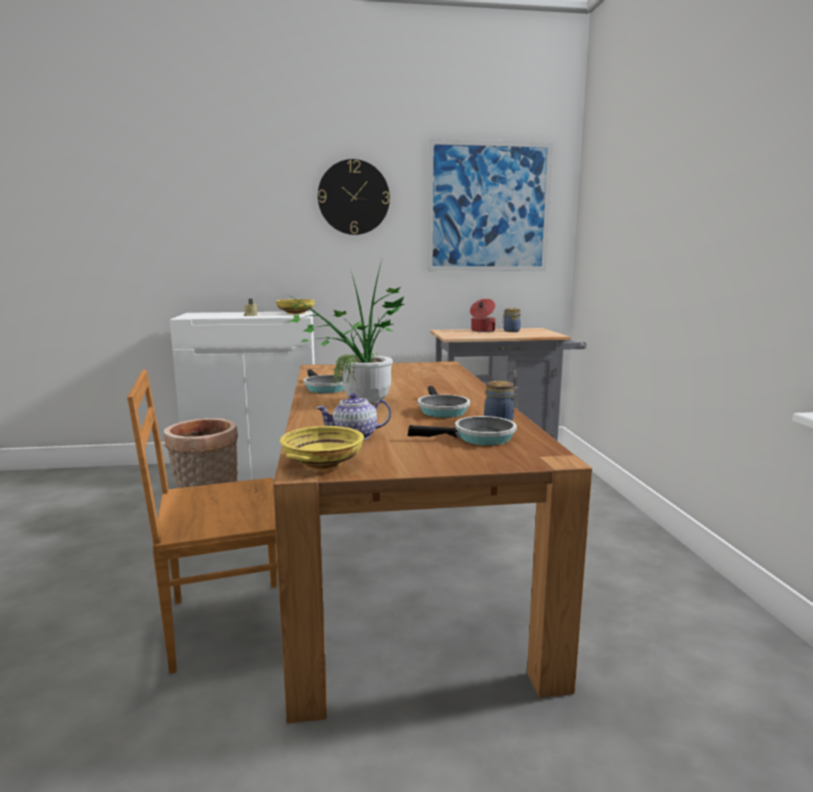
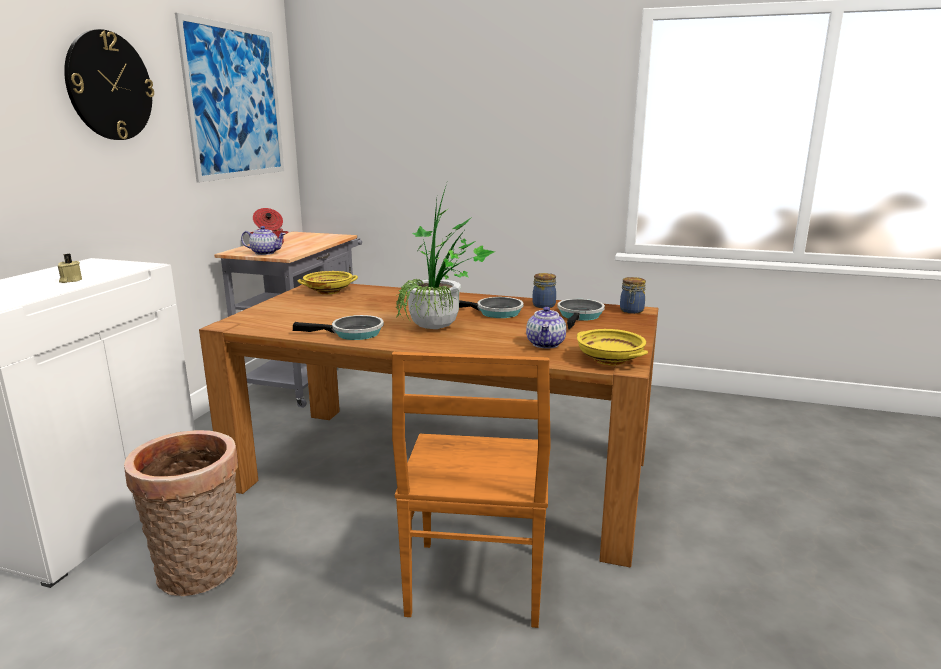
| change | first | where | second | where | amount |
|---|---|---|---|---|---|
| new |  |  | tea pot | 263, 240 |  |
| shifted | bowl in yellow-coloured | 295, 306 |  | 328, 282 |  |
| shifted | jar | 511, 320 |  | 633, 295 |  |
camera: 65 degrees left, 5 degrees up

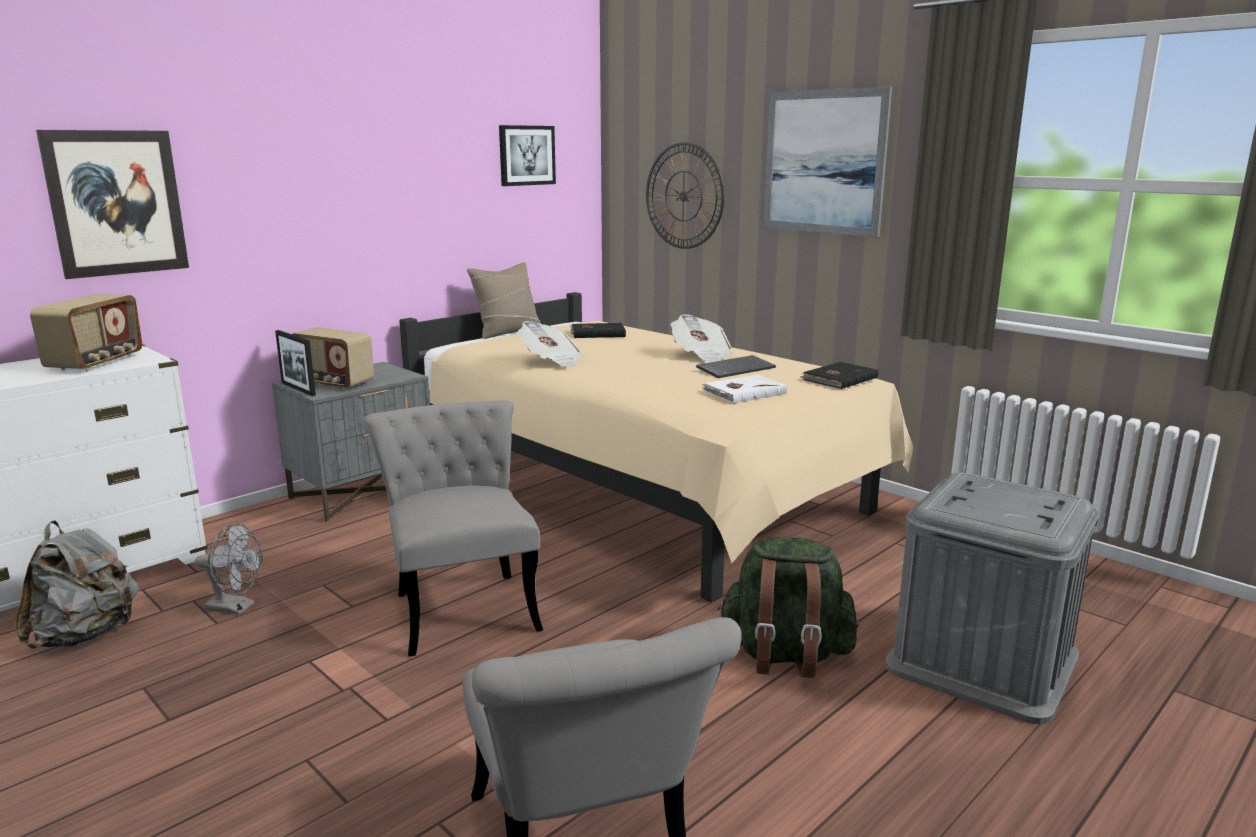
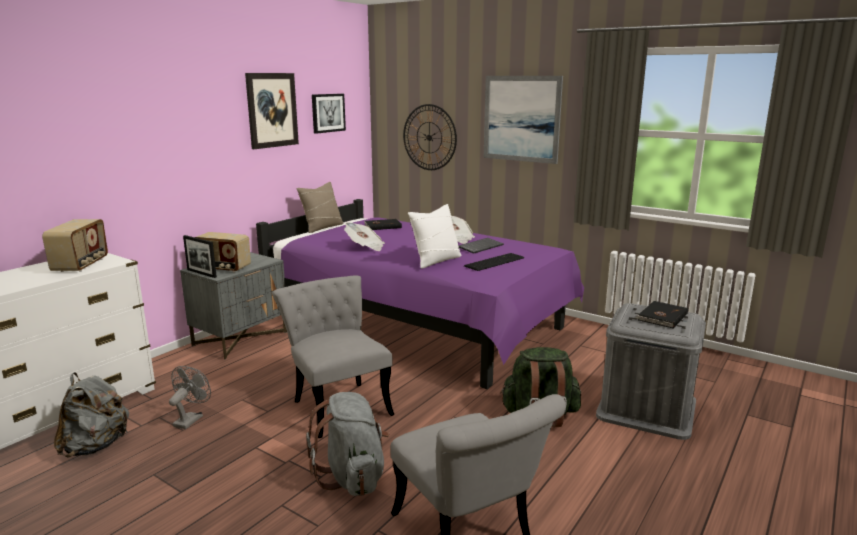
| change | first | where | second | where | amount |
|---|---|---|---|---|---|
| new |  |  | rucksack in greyish | 347, 444 |  |
| new |  |  | cushion in whitish | 434, 236 |  |
| shifted | wall picture | 112, 204 |  | 272, 111 |  |
| shifted | bound book in black-coloured | 839, 375 |  | 661, 315 |  |
| swapped | bound book in whitish | 744, 389 | PC keyboard | 494, 262 |  |
| repainted | bedroom bed in sand-coloured | 656, 447 | bedroom bed in purplish | 420, 294 |  |
| rotated | fan in greyish | 229, 569 |  | 190, 397 | 75 degrees counterclockwise |
camera: 10 degrees left, 0 degrees up

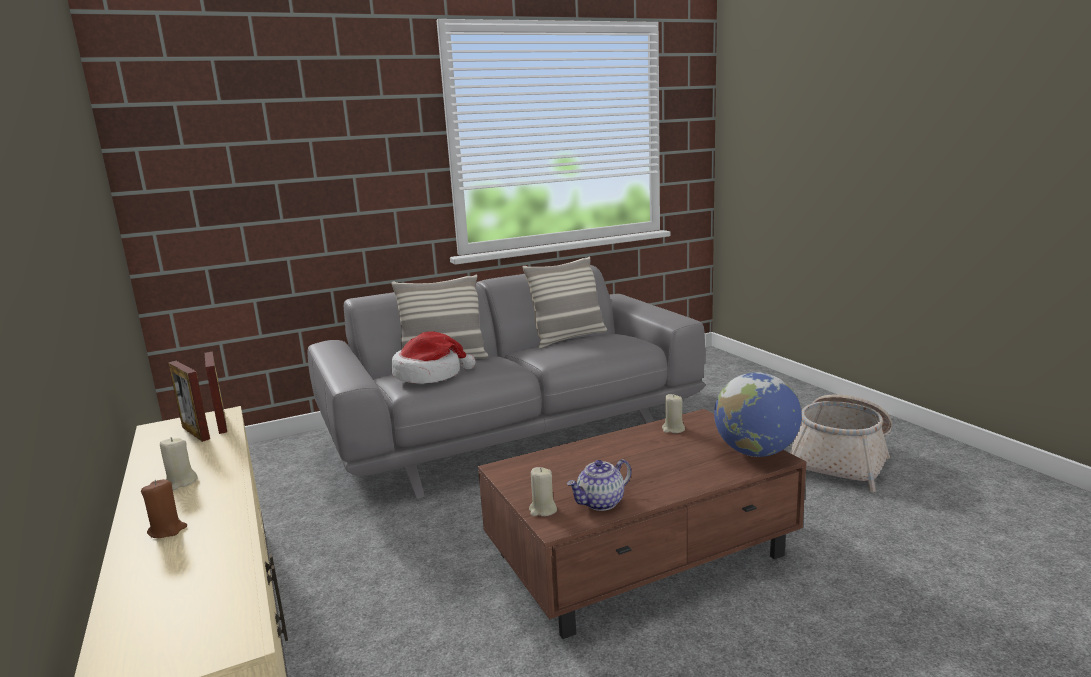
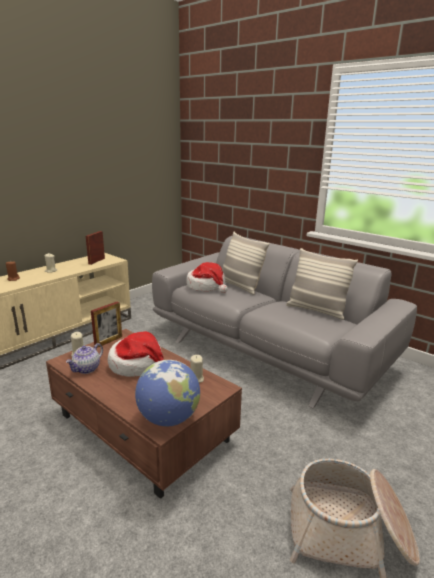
| change | first | where | second | where | amount |
|---|---|---|---|---|---|
| new |  |  | hat | 136, 354 |  |
| shifted | picture frame | 216, 393 |  | 106, 325 |  |
| rotated | tea pot | 599, 485 |  | 84, 358 | 90 degrees counterclockwise |
camera: 65 degrees right, 5 degrees up

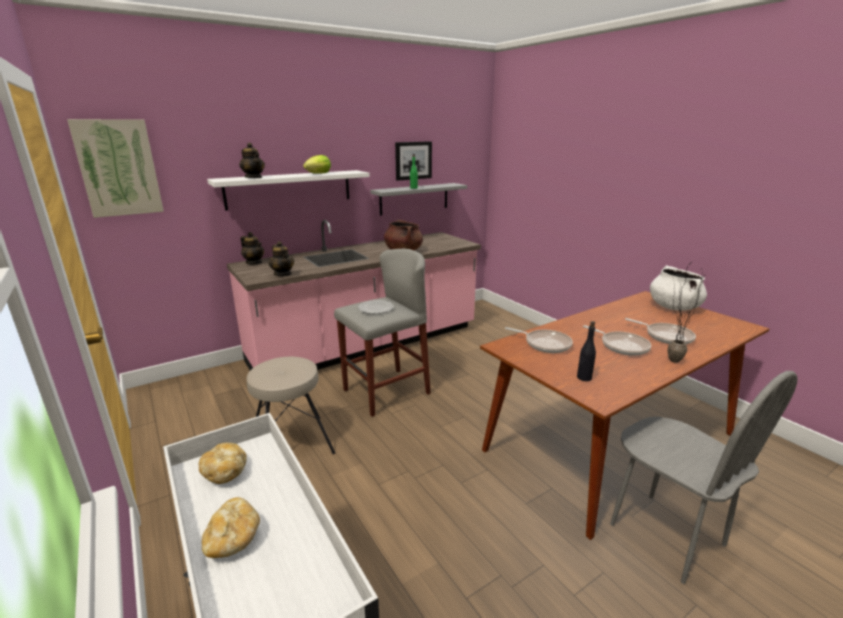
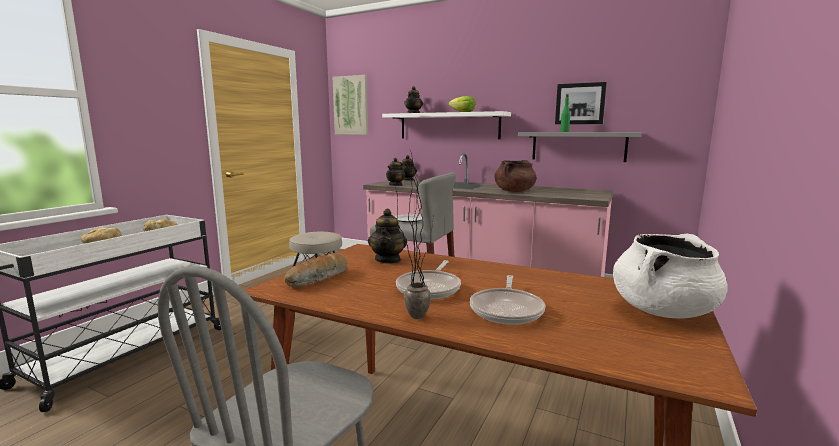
| change | first | where | second | where | amount |
|---|---|---|---|---|---|
| swapped | skillet | 539, 340 | tea pot | 387, 236 |  |
| swapped | bottle in black-coloured | 586, 351 | baked bread | 316, 270 |  |
camera: 60 degrees right, 10 degrees down

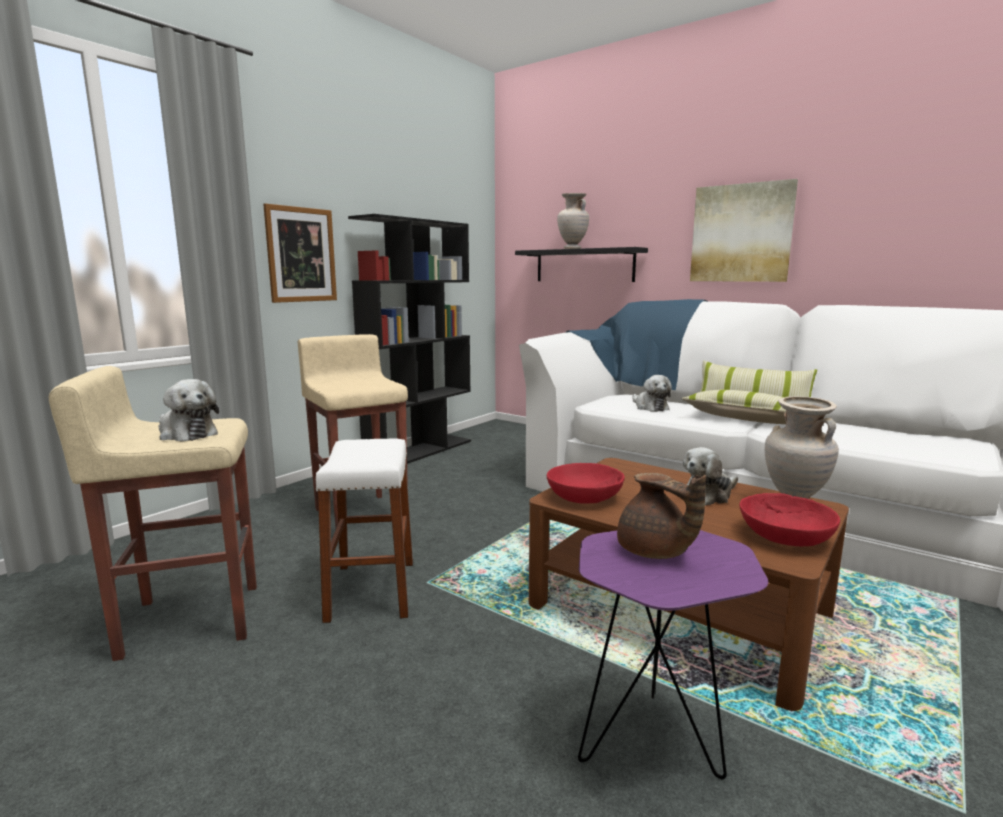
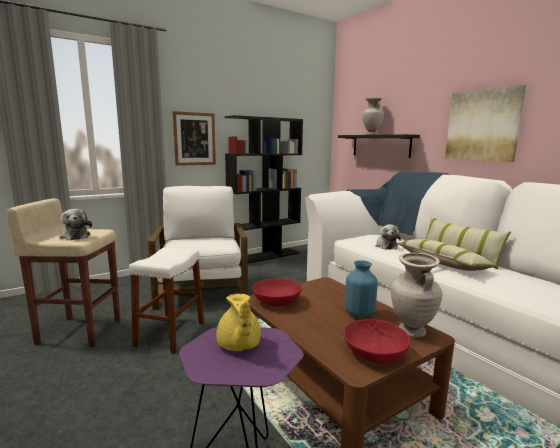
| change | first | where | second | where | amount |
|---|---|---|---|---|---|
| swapped | stool in sand-coloured | 353, 431 | armchair in whitish | 198, 248 |  |
| swapped | soft toy | 710, 476 | vase in bluish | 361, 289 |  |
| repainted | tea pot in brown-coloured | 662, 516 | tea pot in yellow-coloured | 238, 322 |  |
camera: 20 degrees right, 0 degrees up

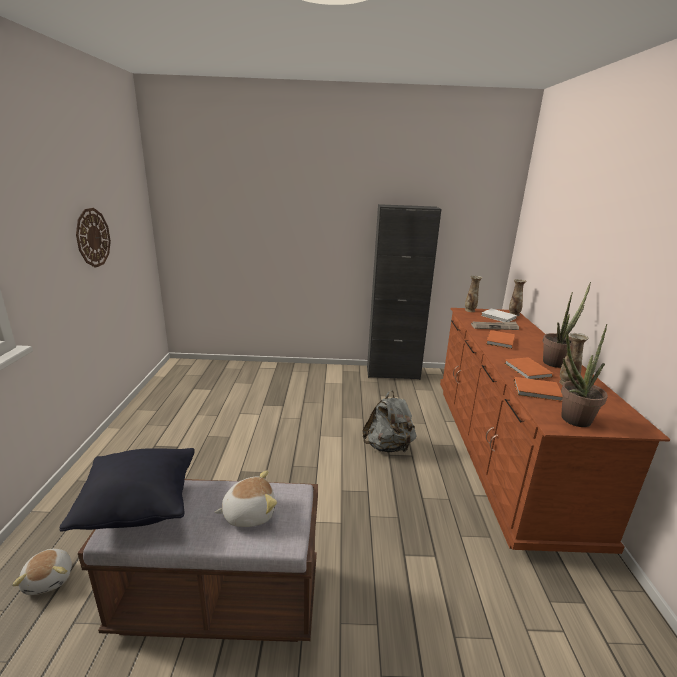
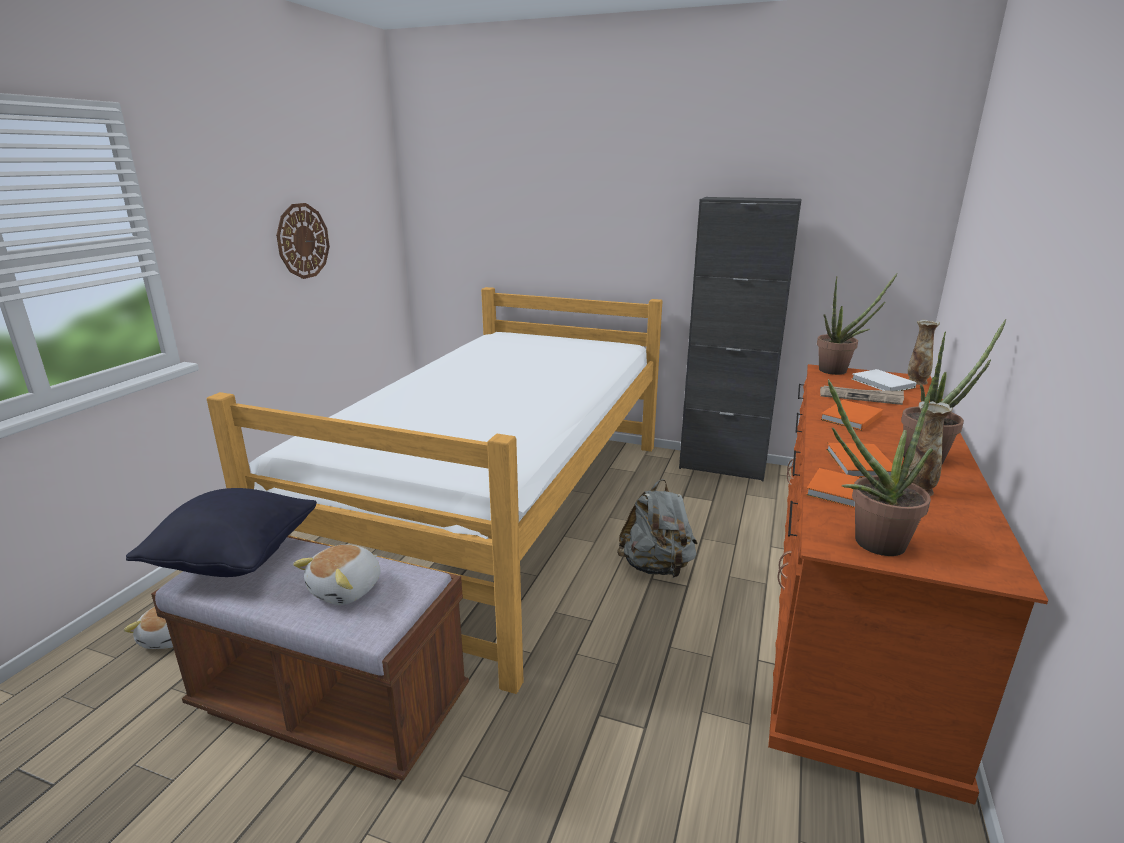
| change | first | where | second | where | amount |
|---|---|---|---|---|---|
| new |  |  | bedroom bed | 434, 490 |  |
| swapped | vase | 473, 293 | potted plant | 857, 324 |  |
| rotated | soft toy | 245, 498 |  | 337, 575 | 120 degrees clockwise |
camera: 20 degrees right, 0 degrees up

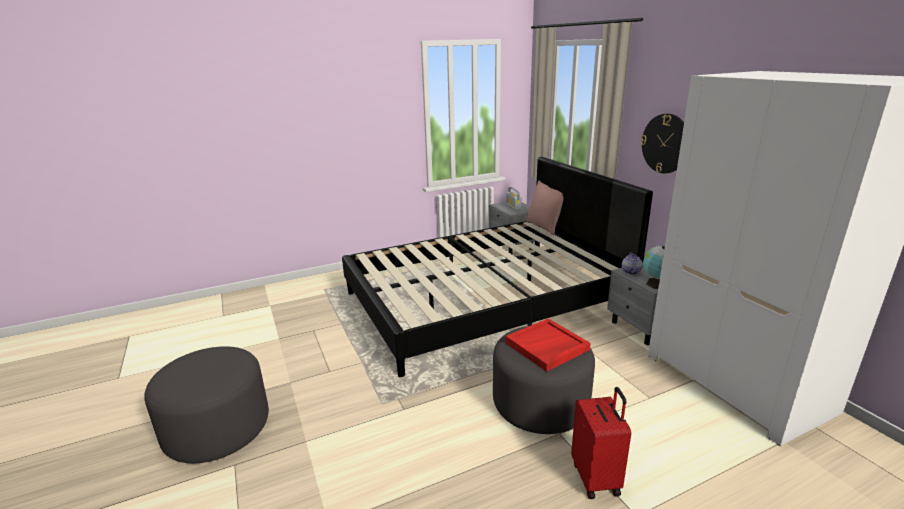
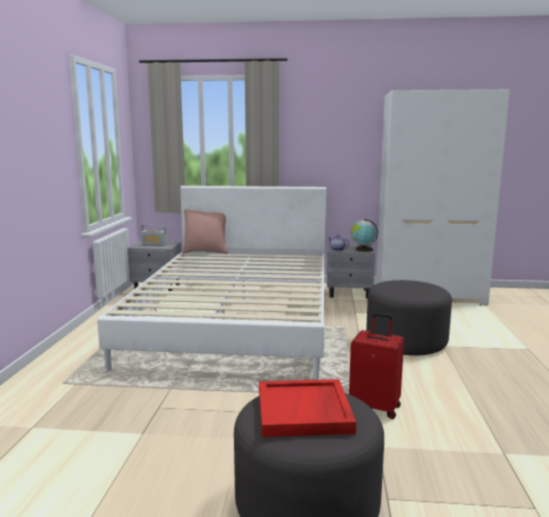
| change | first | where | second | where | amount |
|---|---|---|---|---|---|
| gone | hanging clock | 662, 144 |  |  |  |
| shifted | tray in red | 548, 345 |  | 307, 408 |  |
| shifted | piece of luggage in red | 601, 443 |  | 376, 366 |  |
| repainted | bedroom bed in black-coloured | 497, 267 | bedroom bed in whitish | 211, 283 |  |
camera: 60 degrees left, 10 degrees down

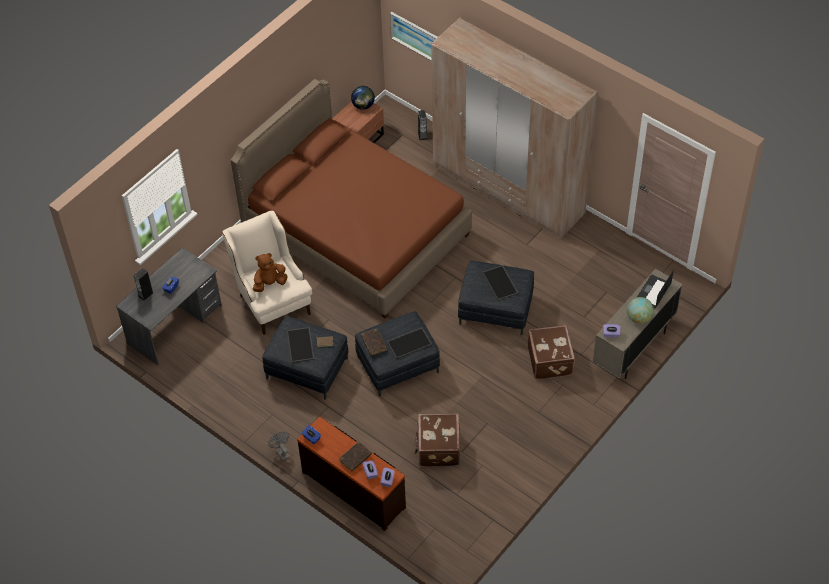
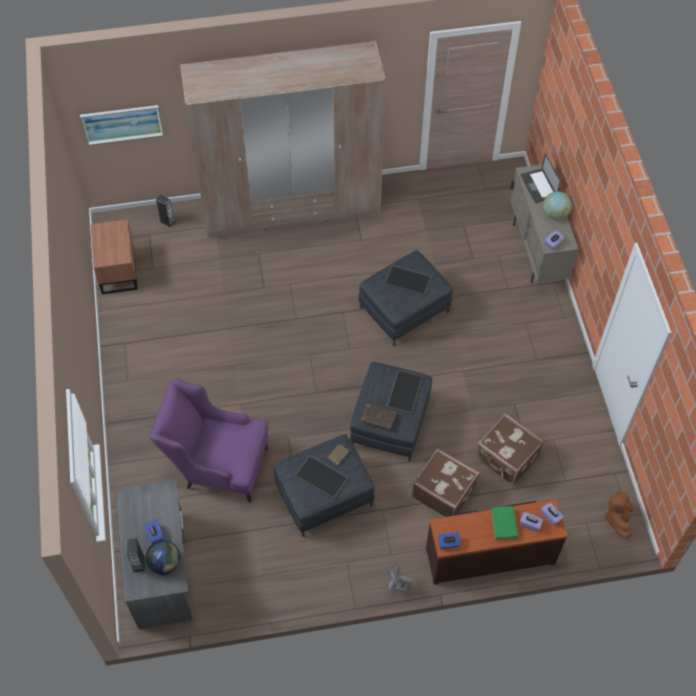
| change | first | where | second | where | amount |
|---|---|---|---|---|---|
| gone | bedroom bed in brown-coloured | 351, 199 |  |  |  |
| shifted | soft toy in brown-coloured | 270, 272 |  | 619, 515 |  |
| shifted | globe | 363, 98 |  | 163, 557 |  |
| shifted | piece of luggage in brown-coloured | 551, 352 |  | 446, 482 |  |
| repainted | armchair in sand-coloured | 267, 272 | armchair in purplish | 208, 441 |  |
| repainted | bound book in brown-coloured | 355, 456 | bound book in green-coloured | 504, 523 |  |
camera: 50 degrees left, 5 degrees up

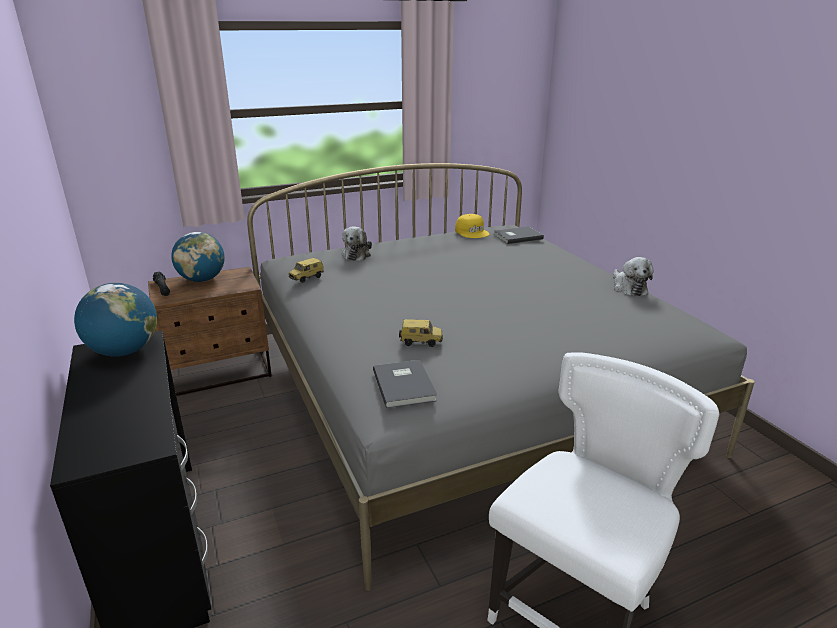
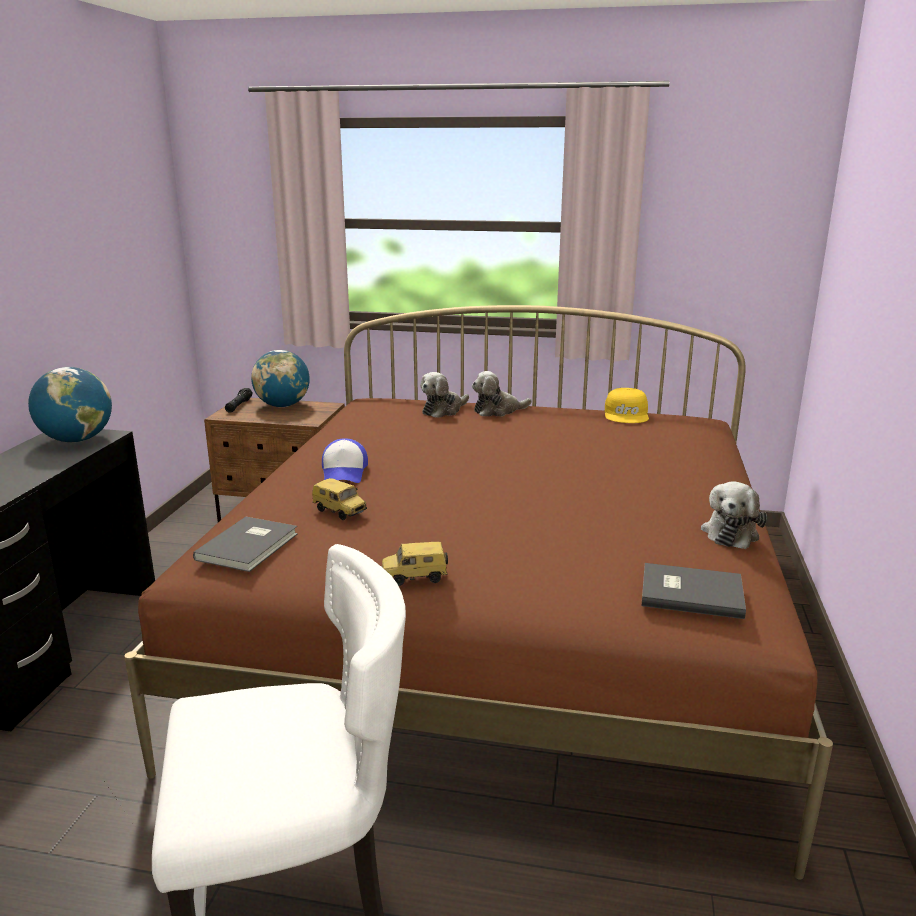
| change | first | where | second | where | amount |
|---|---|---|---|---|---|
| new |  |  | cap | 345, 460 |  |
| new |  |  | soft toy | 502, 393 |  |
| shifted | miniature car | 306, 270 |  | 415, 564 |  |
| shifted | bound book in greyish | 519, 235 |  | 693, 591 |  |
| repainted | bedroom bed in greyish | 501, 377 | bedroom bed in brown-coloured | 478, 592 |  |
camera: 35 degrees right, 5 degrees down

